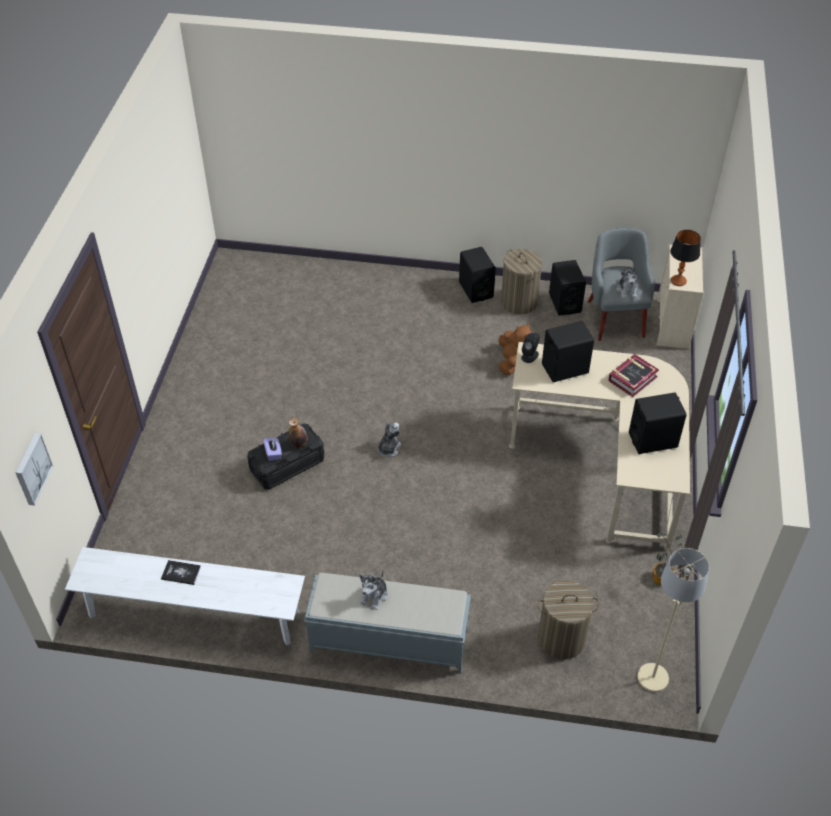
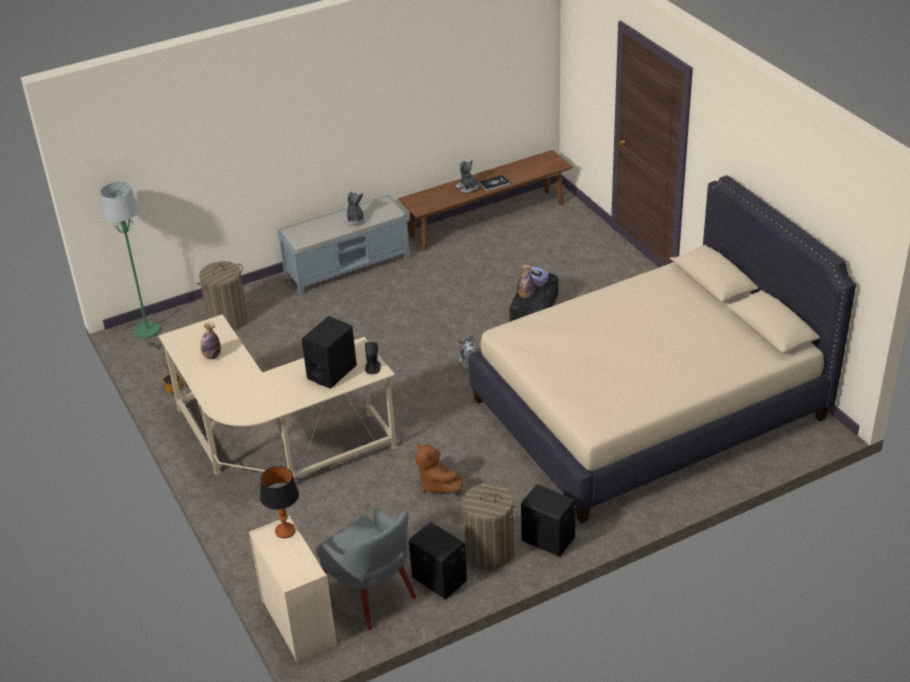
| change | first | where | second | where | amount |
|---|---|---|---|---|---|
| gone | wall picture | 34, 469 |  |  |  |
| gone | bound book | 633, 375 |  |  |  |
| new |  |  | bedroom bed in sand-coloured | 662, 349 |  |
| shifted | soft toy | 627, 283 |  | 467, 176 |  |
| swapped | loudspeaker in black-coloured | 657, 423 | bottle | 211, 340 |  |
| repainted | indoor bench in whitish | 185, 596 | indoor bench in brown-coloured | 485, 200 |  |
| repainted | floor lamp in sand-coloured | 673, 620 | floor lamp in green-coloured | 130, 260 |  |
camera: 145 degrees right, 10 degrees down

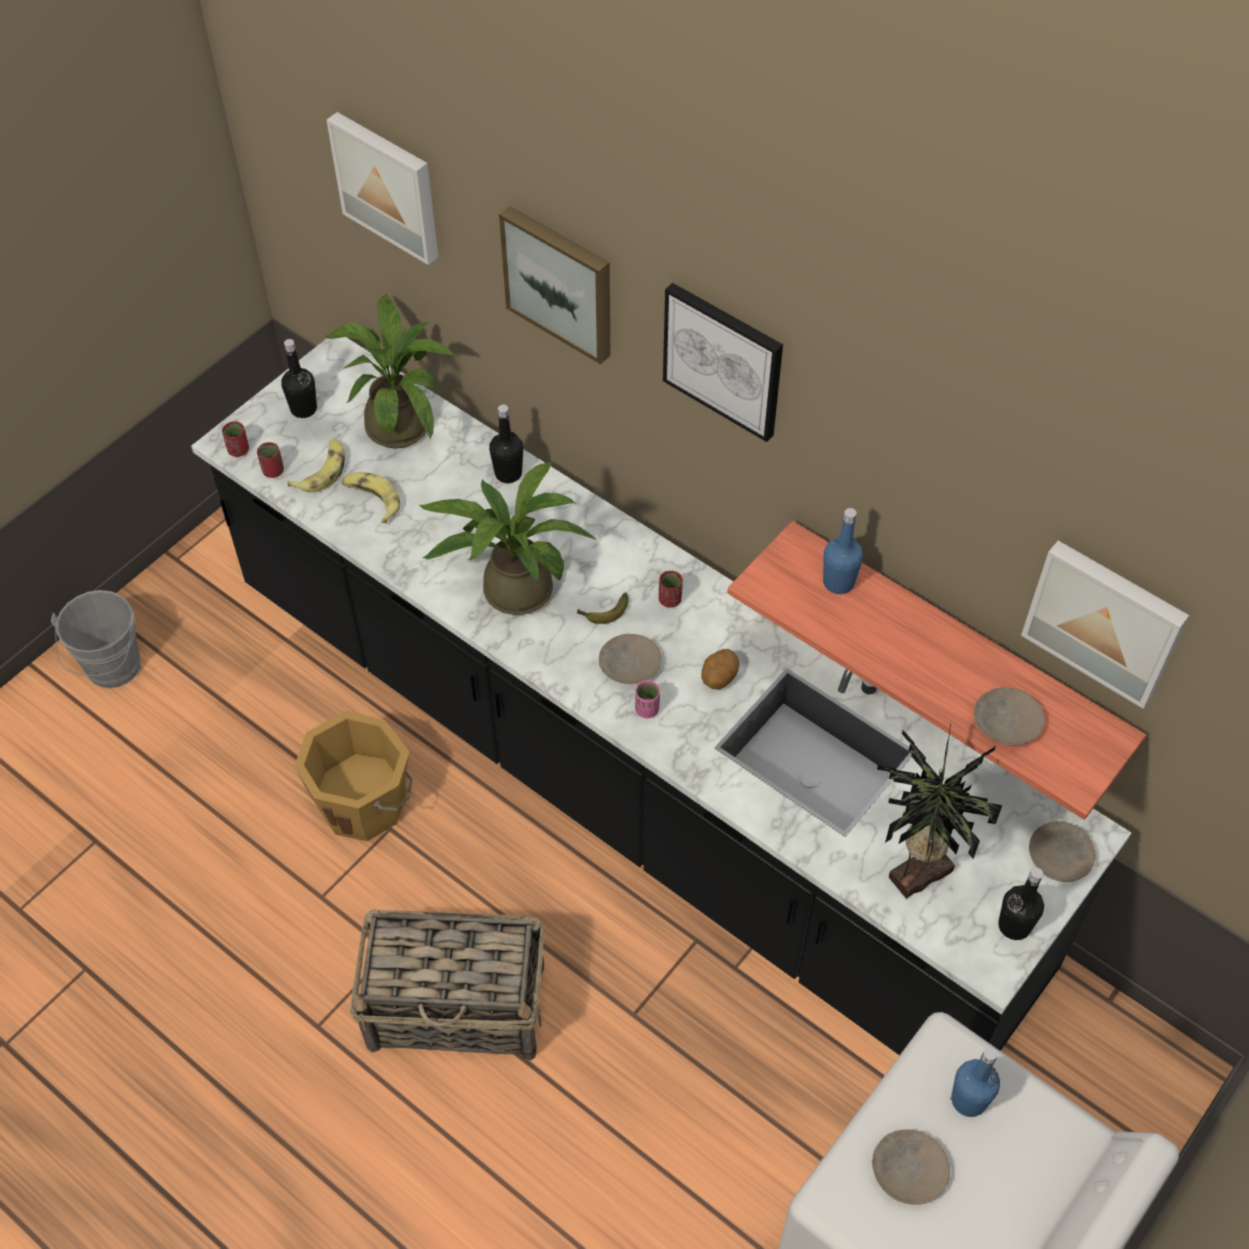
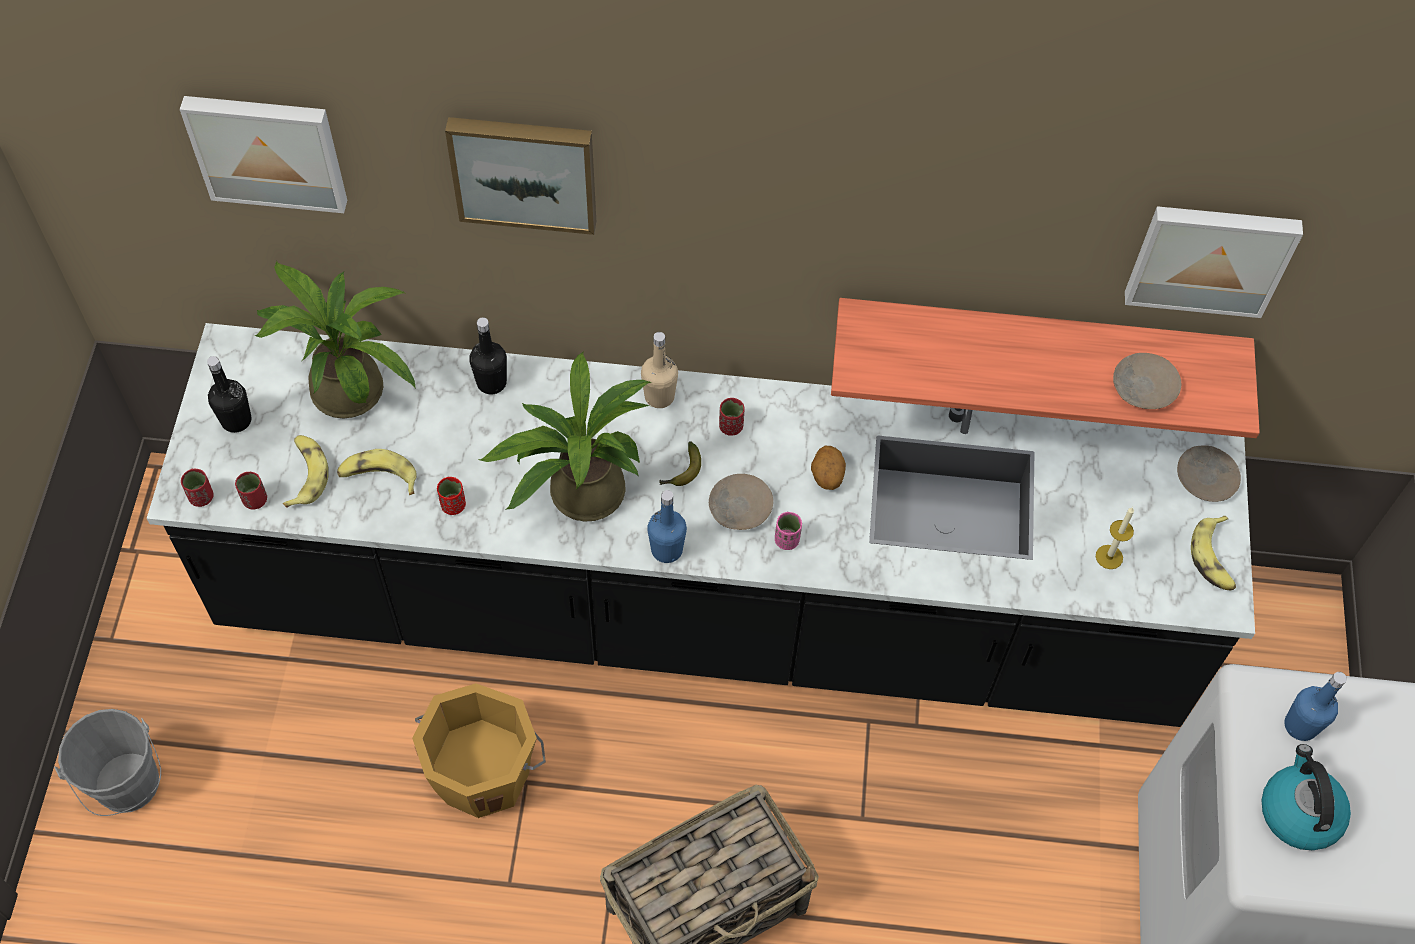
| change | first | where | second | where | amount |
|---|---|---|---|---|---|
| gone | wall picture | 723, 362 |  |  |  |
| new |  |  | drinking cup in red | 451, 496 |  |
| new |  |  | bottle in sand-coloured | 659, 370 |  |
| shifted | bottle in bluish | 843, 551 |  | 667, 526 |  |
| swapped | plate in sand-coloured | 911, 1167 | tea kettle | 1306, 797 |  |
| swapped | potted plant | 939, 811 | wax light | 1115, 538 |  |
| swapped | bottle in black-coloured | 1021, 903 | whole banana | 1213, 553 |  |
camera: 35 degrees left, 5 degrees up

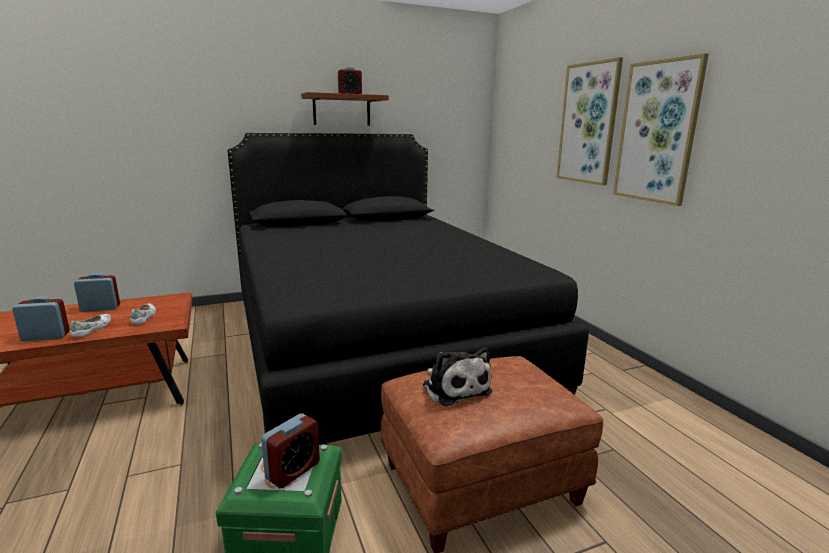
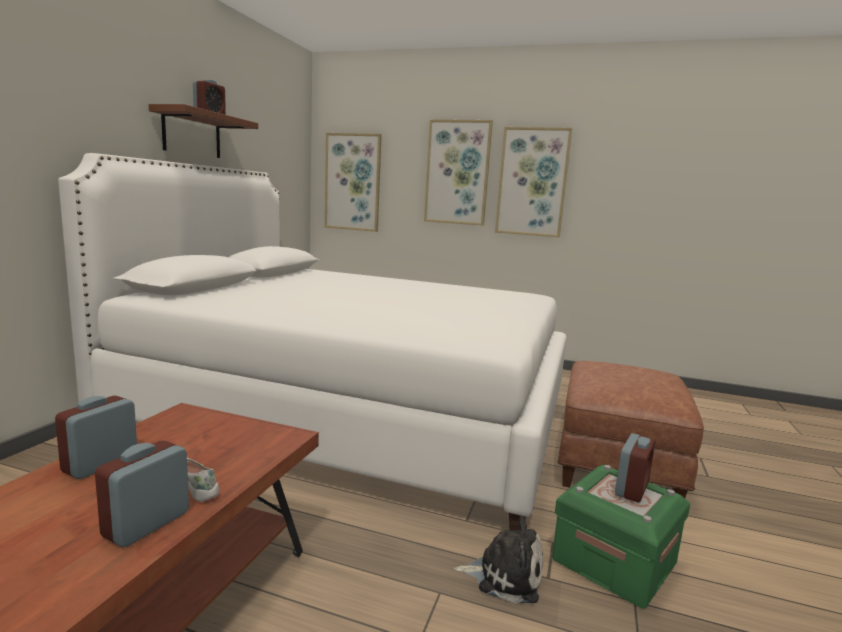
| change | first | where | second | where | amount |
|---|---|---|---|---|---|
| gone | low shoe in whitish | 143, 314 |  |  |  |
| new |  |  | wall picture | 353, 182 |  |
| shifted | soft toy | 457, 377 |  | 498, 559 |  |
| repainted | bedroom bed in black-coloured | 408, 289 | bedroom bed in whitish | 312, 342 |  |
| rotated | bedside clock | 290, 450 |  | 635, 467 | 45 degrees clockwise |
camera: 50 degrees left, 5 degrees down

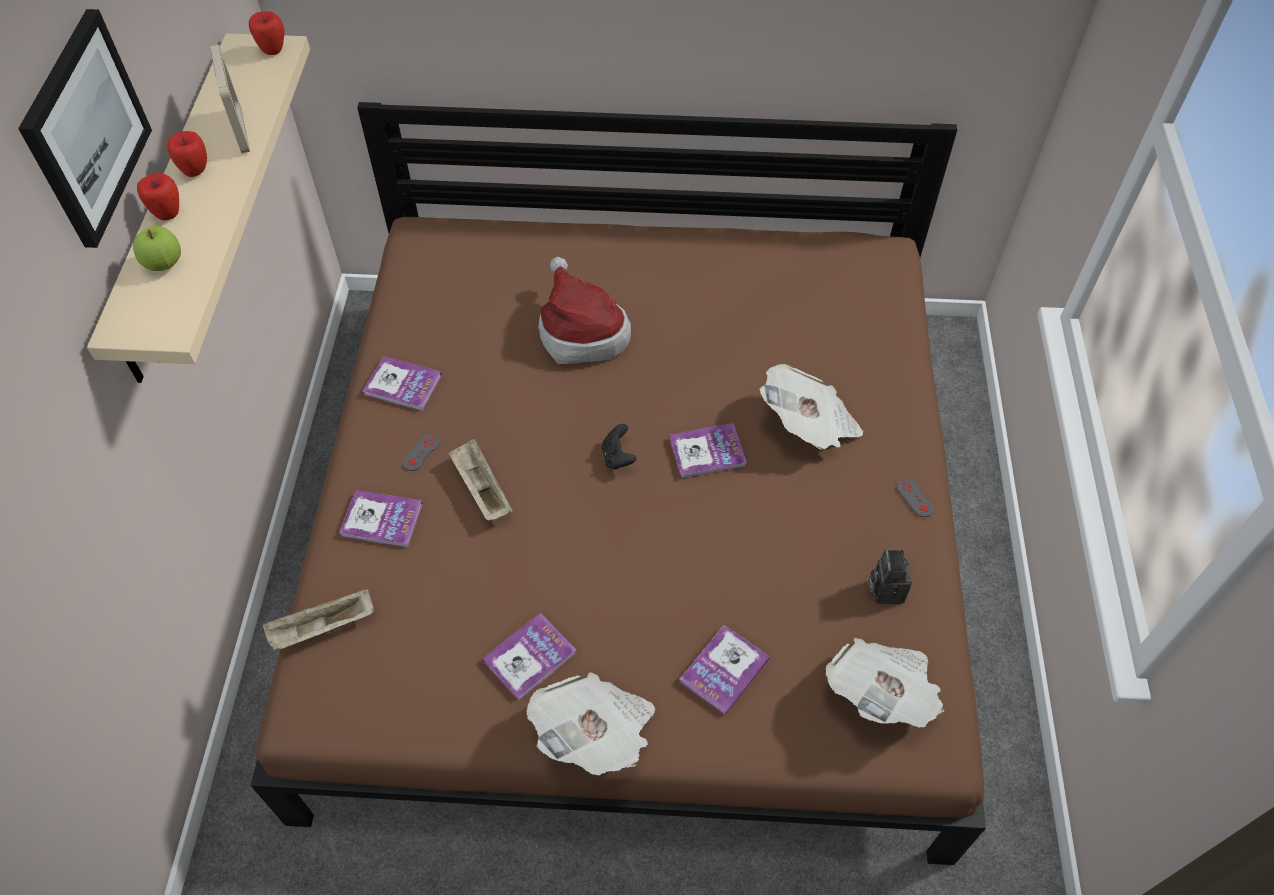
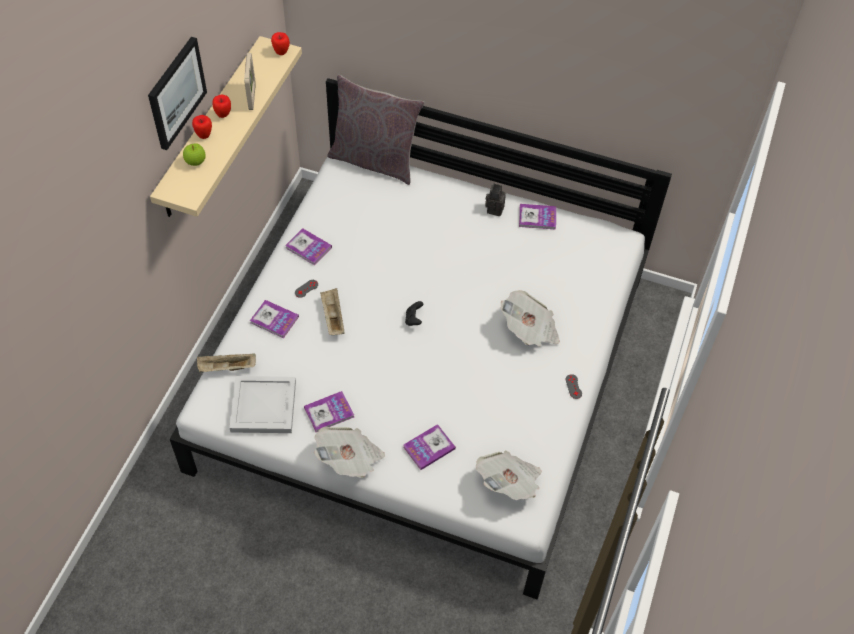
| change | first | where | second | where | amount |
|---|---|---|---|---|---|
| gone | hat | 584, 310 |  |  |  |
| new |  |  | tray in whitish | 263, 404 |  |
| new |  |  | cushion in greyish | 375, 130 |  |
| shifted | bound book | 708, 451 |  | 537, 217 |  |
| shifted | still camera | 890, 576 |  | 495, 199 |  |
| repainted | bedroom bed in brown-coloured | 618, 483 | bedroom bed in whitish | 421, 339 |  |
camera: 15 degrees right, 0 degrees up

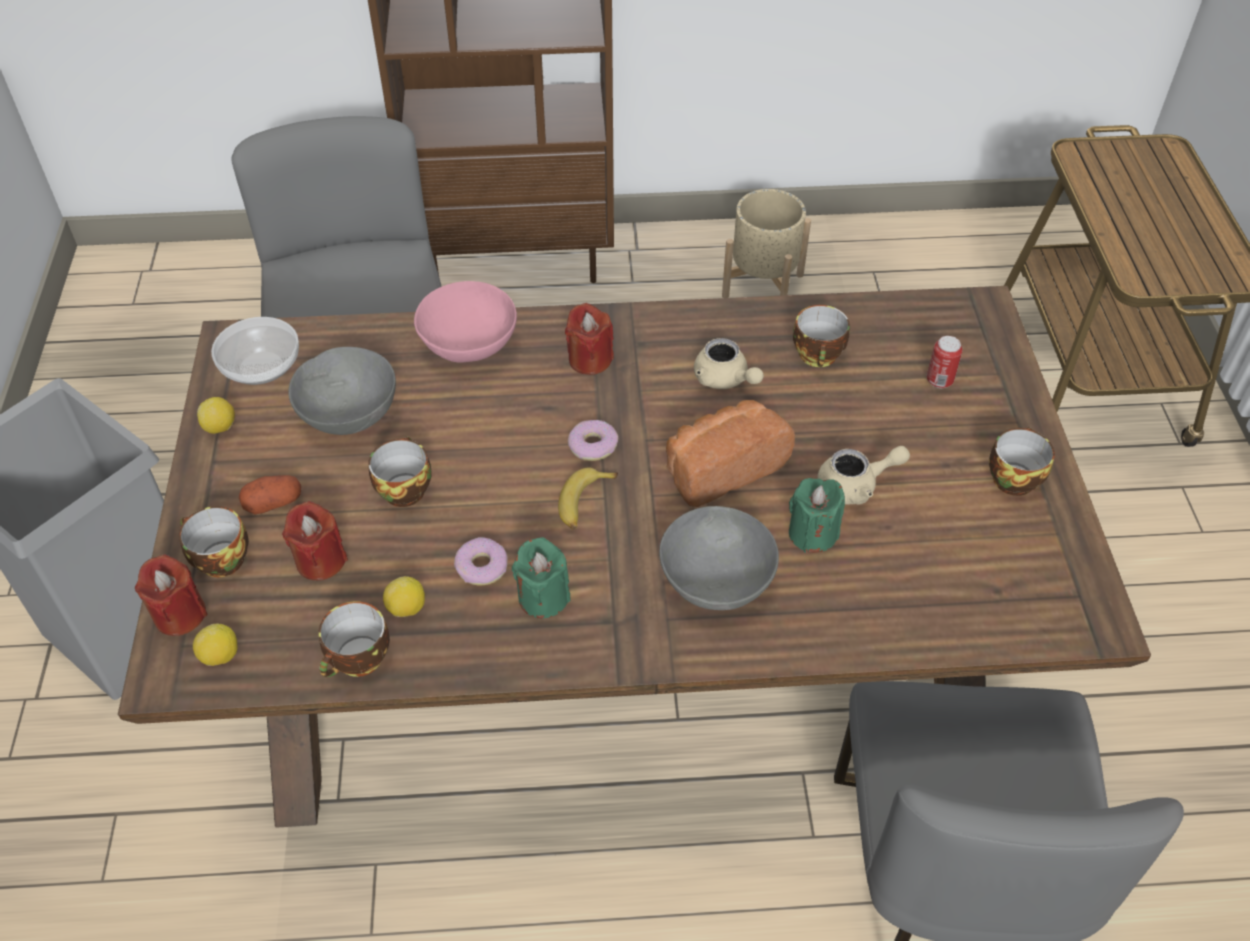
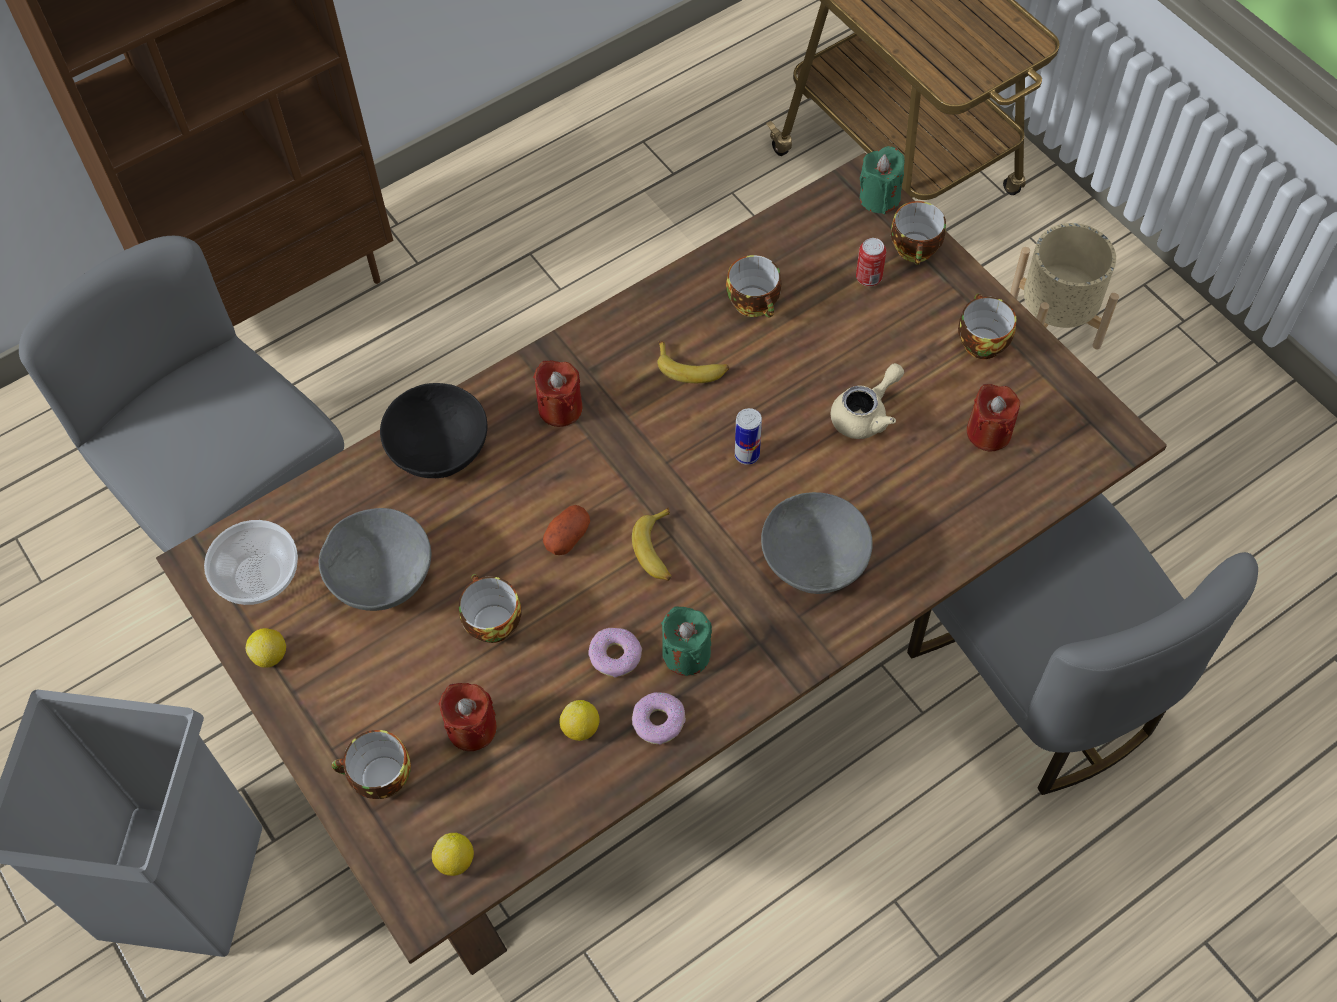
| change | first | where | second | where | amount |
|---|---|---|---|---|---|
| shifted | wax light in red | 171, 595 |  | 993, 417 |  |
| shifted | whole potato | 270, 494 |  | 566, 530 |  |
| shifted | drinking cup | 354, 639 |  | 918, 233 |  |
| shifted | donut | 593, 440 |  | 659, 718 |  |
| shifted | plant pot in sand-coloured | 766, 243 |  | 1064, 286 |  |
| shifted | wax light in green-coloured | 817, 515 |  | 882, 180 |  |
| swapped | baked bread | 730, 453 | can | 748, 436 |  |
| swapped | tea pot in sand-coloured | 729, 363 | whole banana | 693, 362 |  |
| repainted | bowl in pink-coloured | 465, 321 | bowl in black-coloured | 433, 430 |  |
camera: 30 degrees left, 10 degrees up

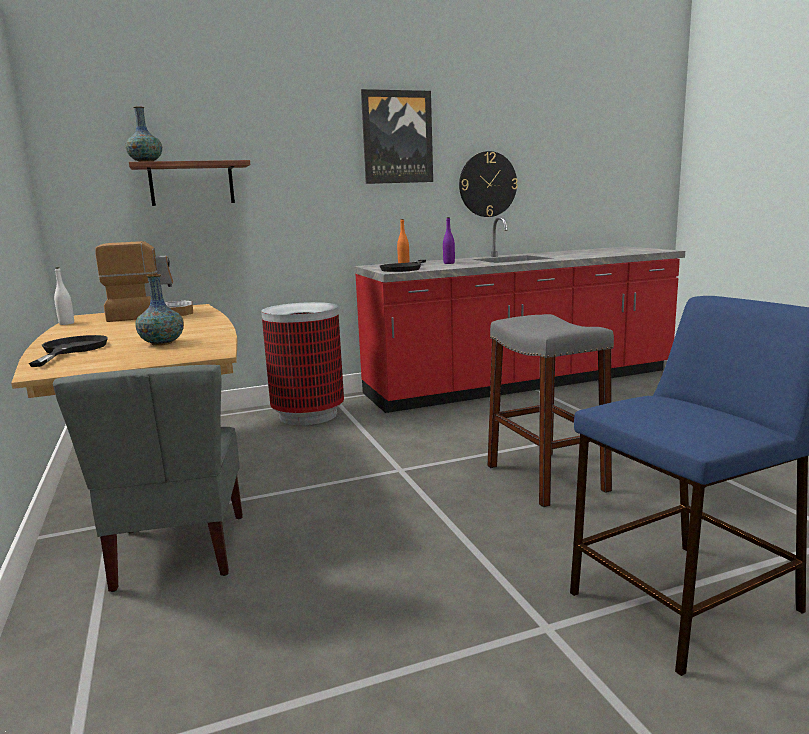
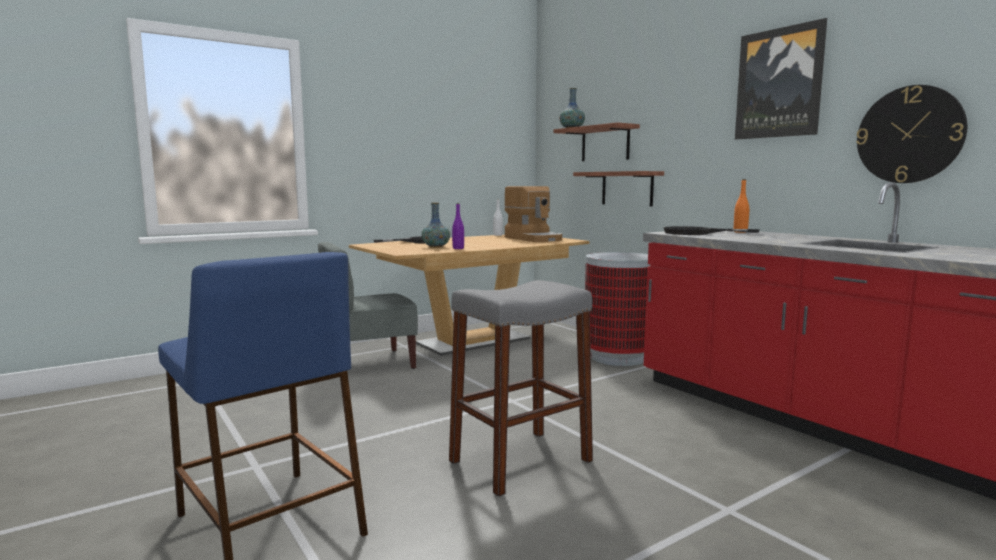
| change | first | where | second | where | amount |
|---|---|---|---|---|---|
| new |  |  | bracket shelf | 618, 188 |  |
| shifted | bottle in purplish | 449, 240 |  | 458, 226 |  |
camera: 75 degrees right, 5 degrees down

